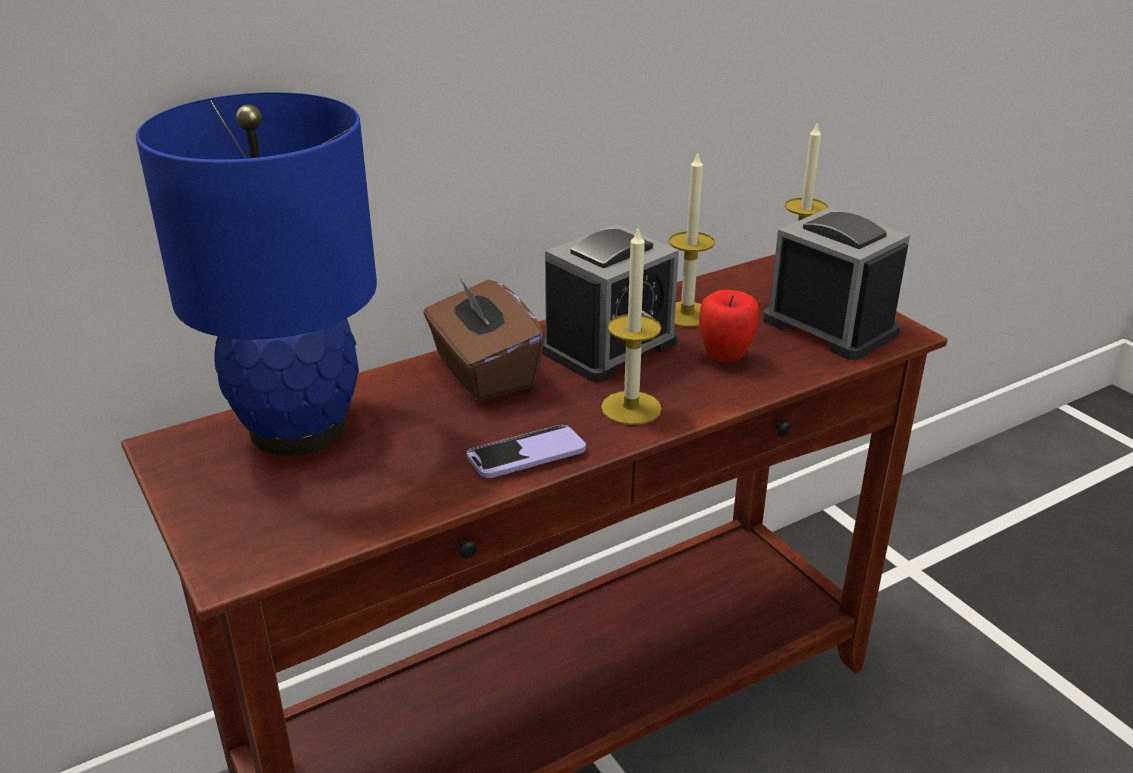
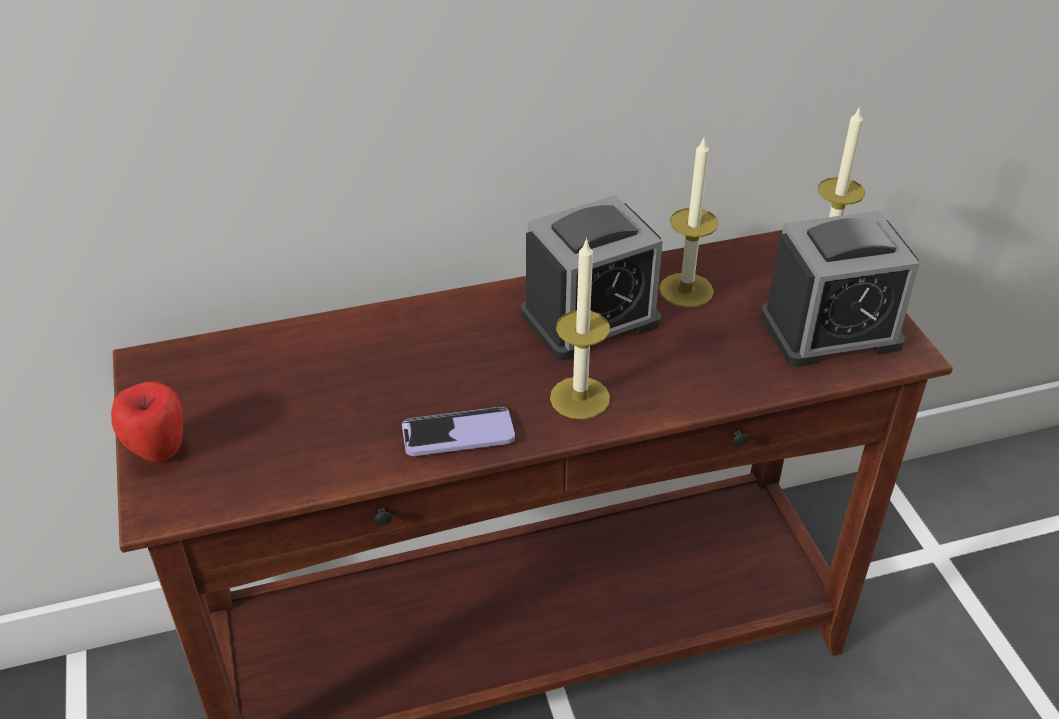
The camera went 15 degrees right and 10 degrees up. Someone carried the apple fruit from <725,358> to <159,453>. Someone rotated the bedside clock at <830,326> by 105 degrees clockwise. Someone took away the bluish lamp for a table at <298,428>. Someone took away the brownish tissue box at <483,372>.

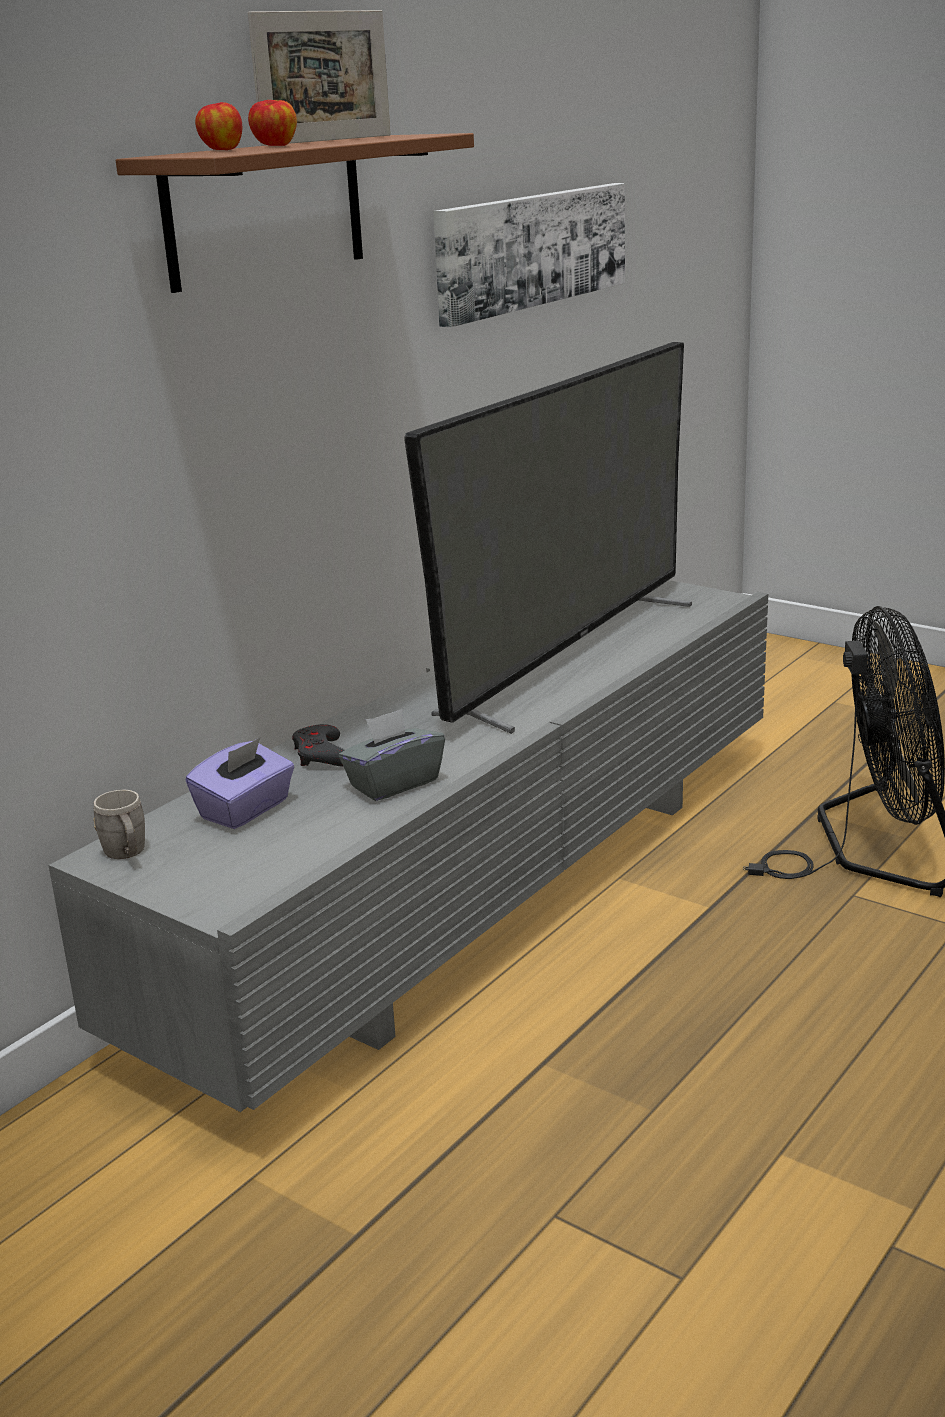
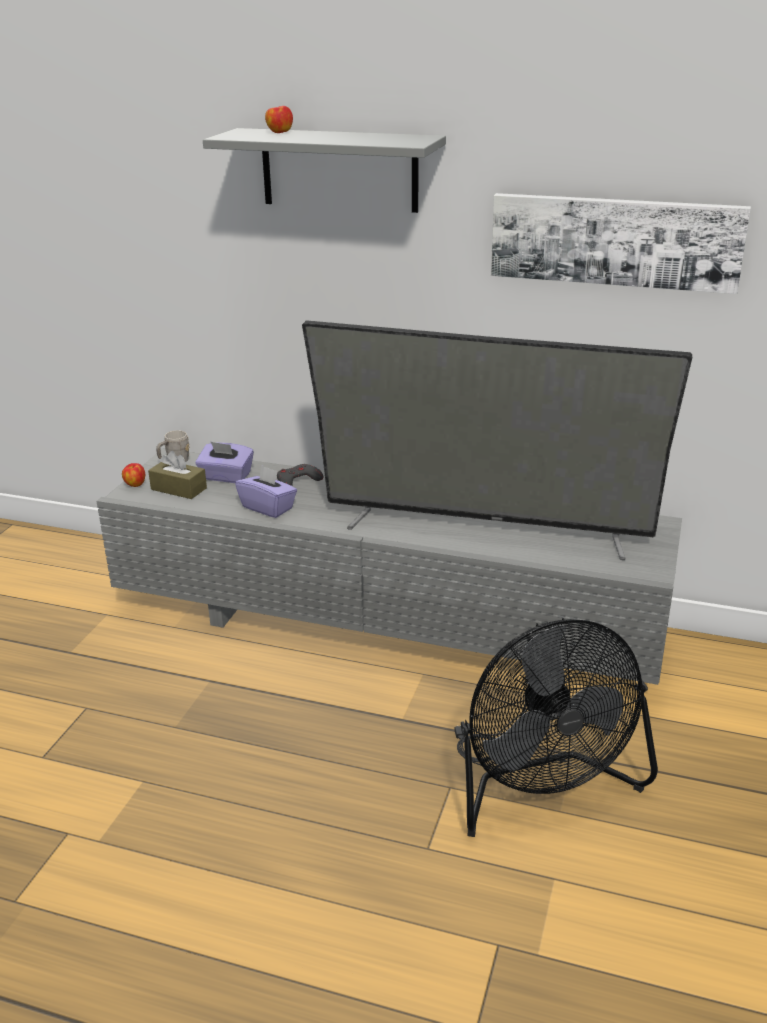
The camera went 70 degrees right and 5 degrees up. Someone carried the apple fruit from <275,146> to <135,484>. Someone put down the brownish tissue box at <178,489>. Someone repainted the brownish bracket shelf at <265,211>, which became the greyish bracket shelf at <339,170>. Someone repainted the greyish tissue box at <394,783>, which became the purple-coloured tissue box at <268,507>. Someone took away the picture frame at <327,140>.

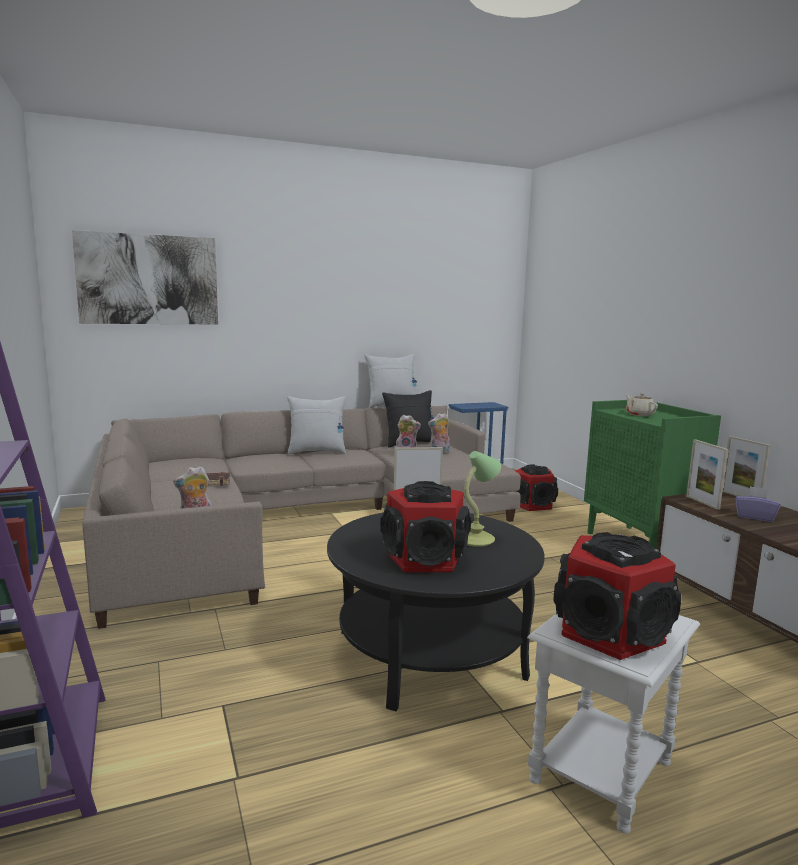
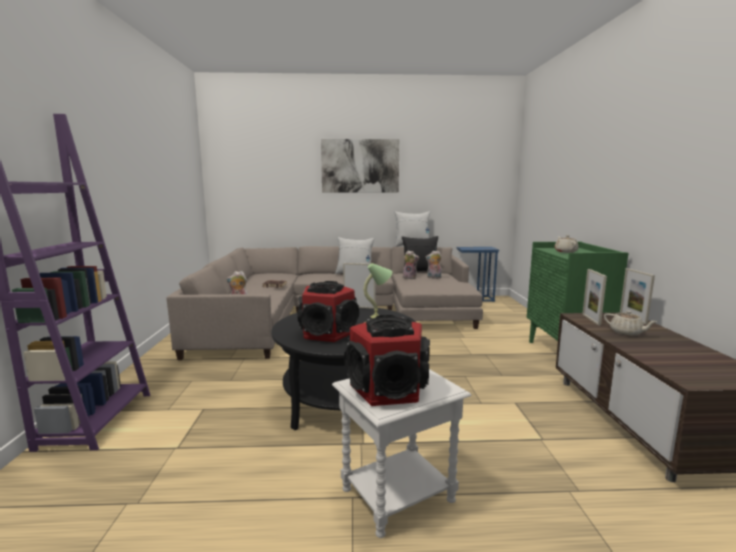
The camera went 20 degrees right and 0 degrees up. Someone carried the wall art from <148,279> to <360,166>. Someone swapped the purple-coloured tissue box at <754,517> for the beige-coloured tea pot at <626,333>. Someone took away the audio speaker at <532,505>.

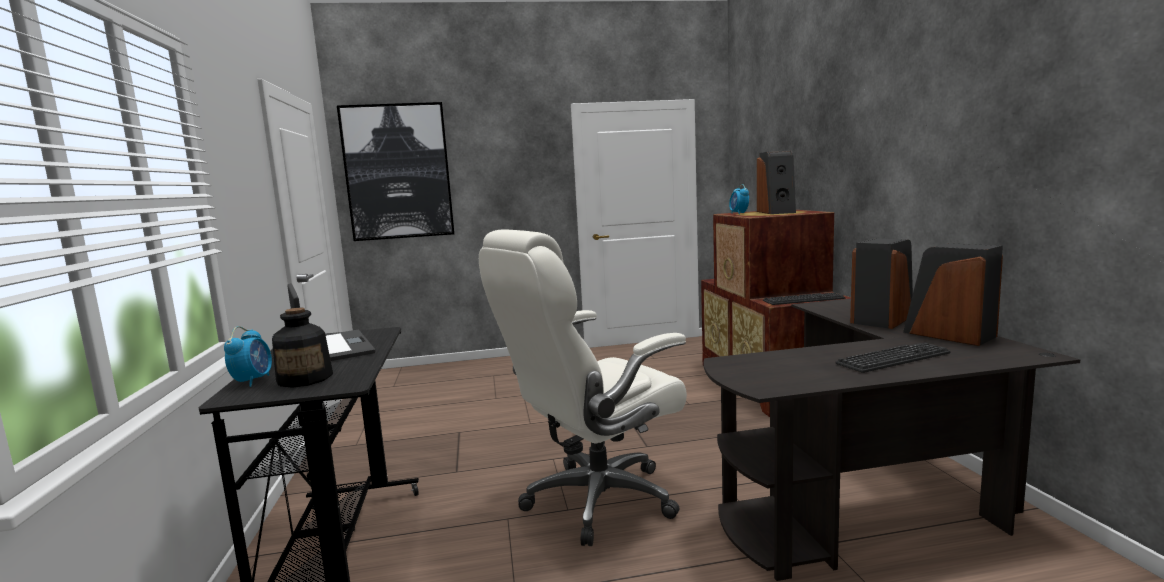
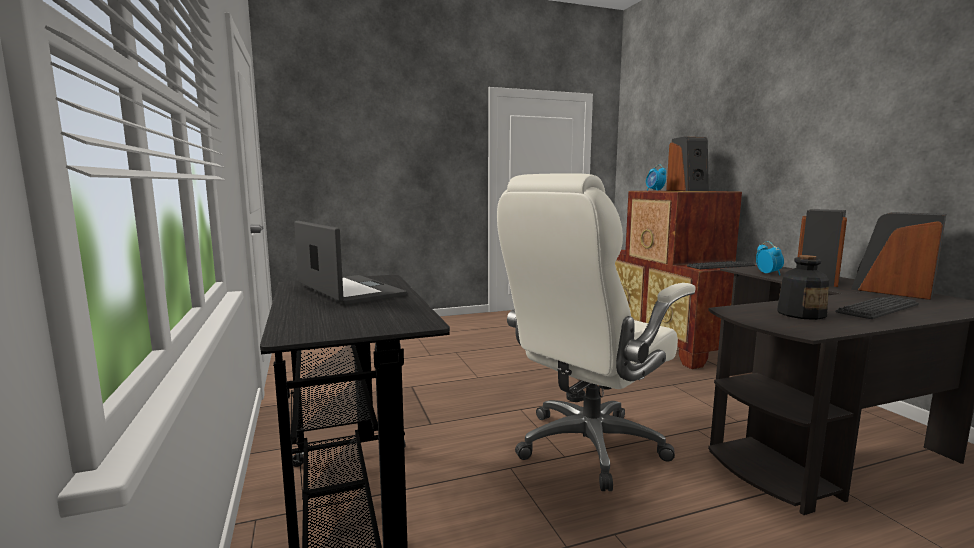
The camera went 10 degrees left and 0 degrees up. Someone carried the bedside clock from <253,381> to <768,273>. Someone carried the drink bottle from <305,379> to <800,314>. Someone took away the wall art at <398,172>.

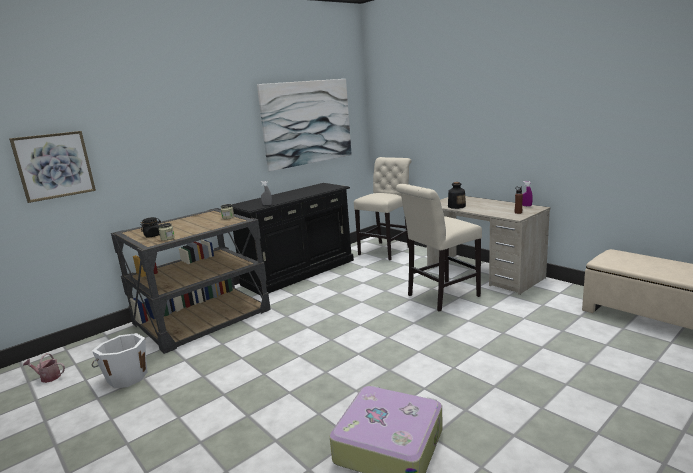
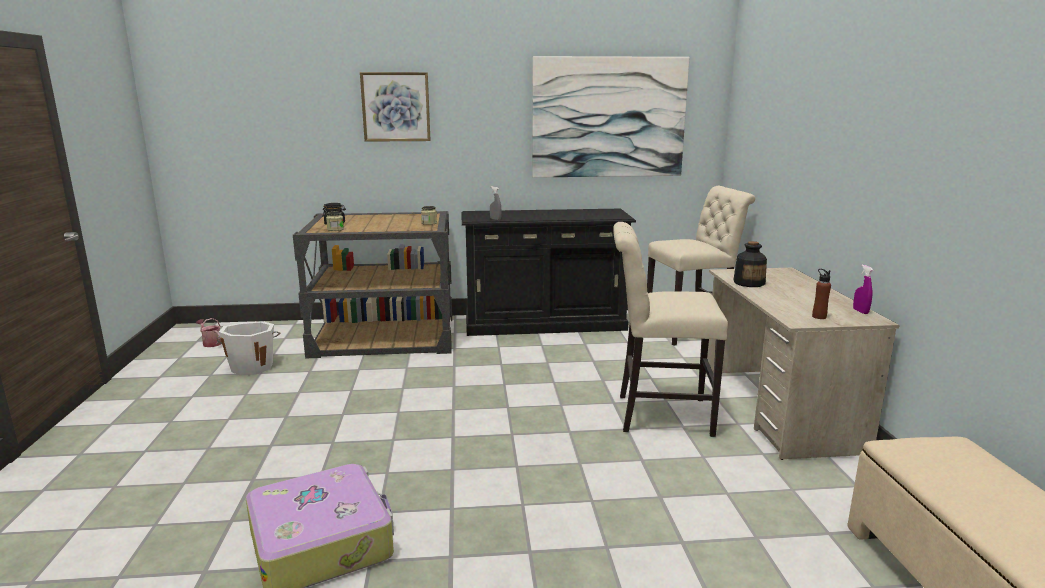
The camera went 35 degrees right and 0 degrees up. Someone carried the wall art from <54,165> to <396,107>.

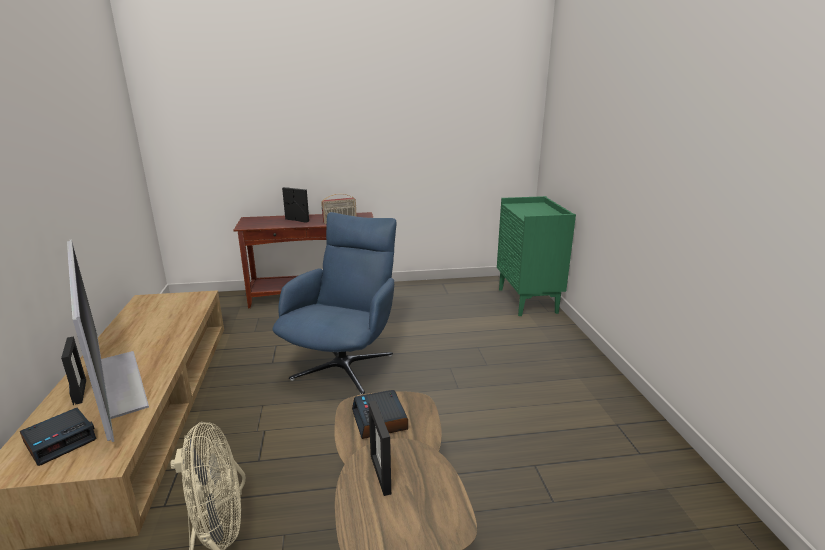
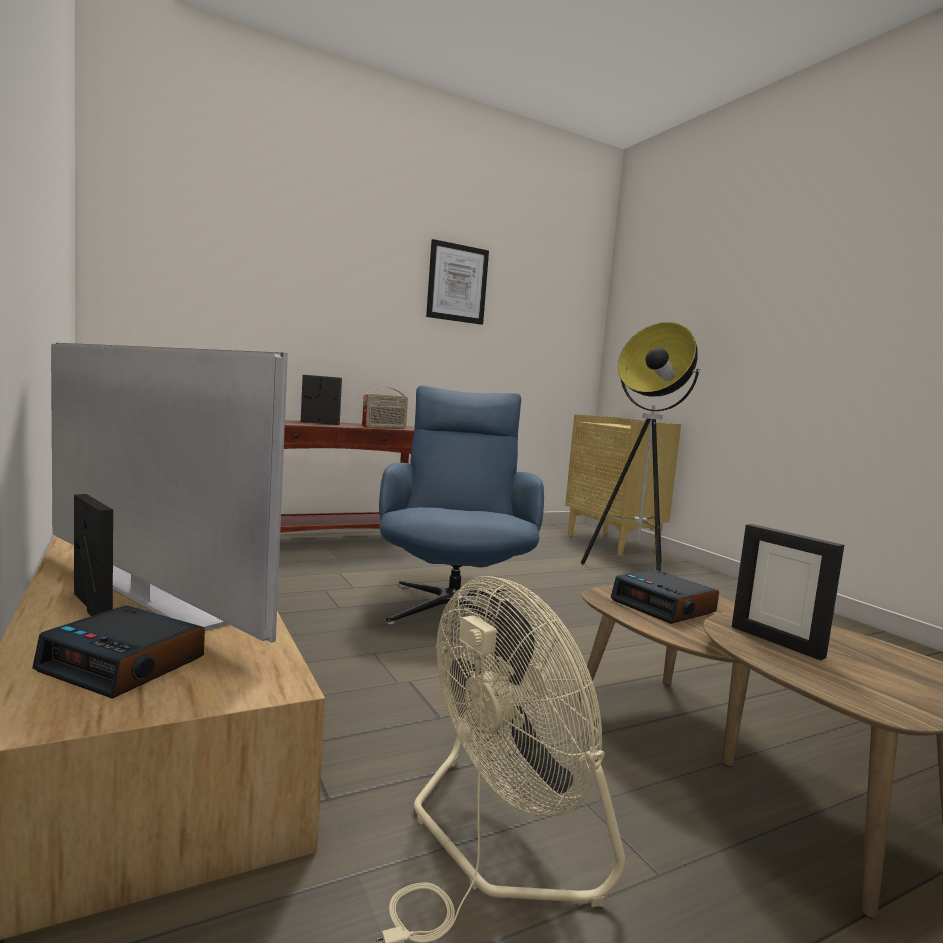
The camera went 20 degrees left and 15 degrees down. Someone rotated the bedside clock at <61,441> by 90 degrees clockwise. Someone put up the wall art at <457,283>. Someone repainted the green-coloured cabinet at <527,301>, which became the beige-coloured cabinet at <612,544>. Someone put down the standing lamp at <635,570>.

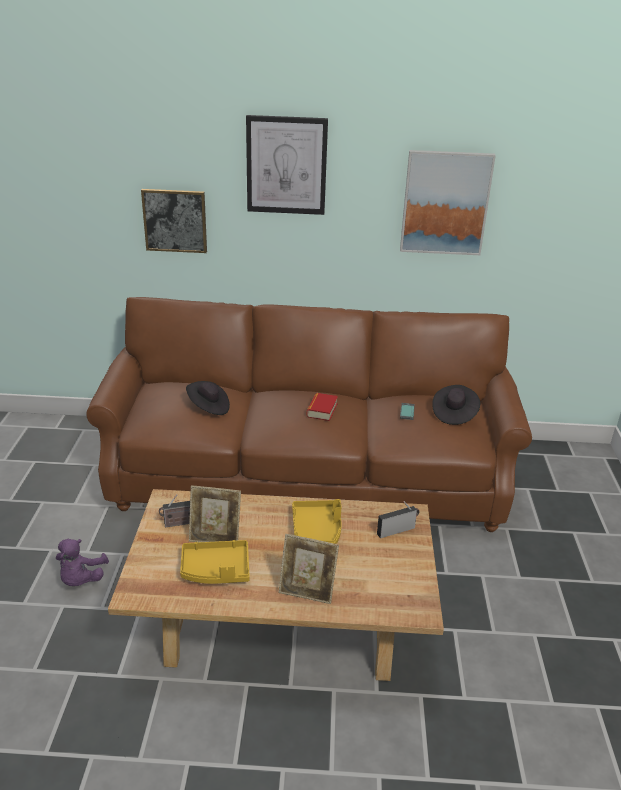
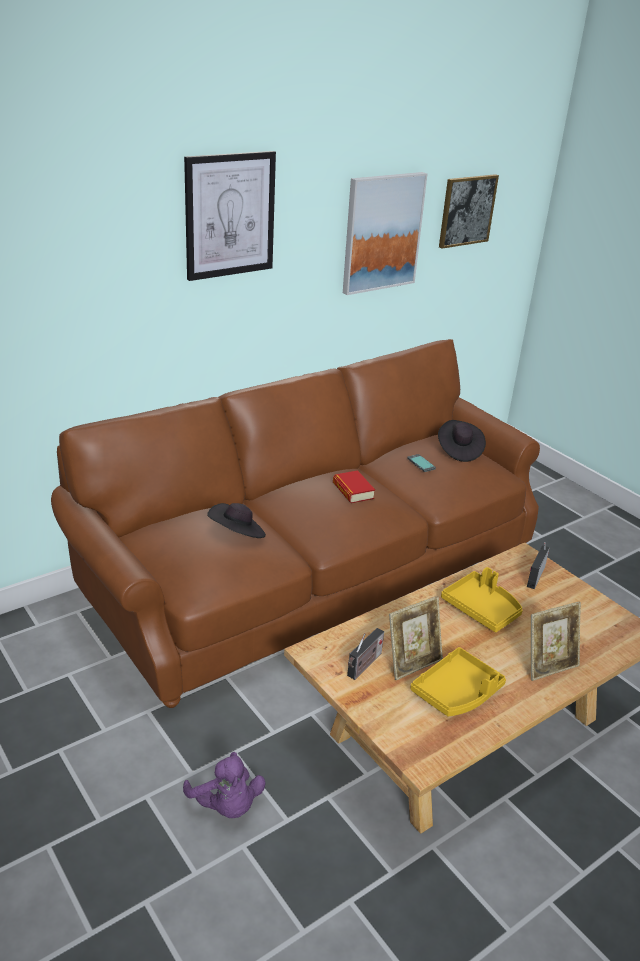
The camera went 40 degrees left and 0 degrees up. Someone carried the wall art from <175,220> to <467,210>.

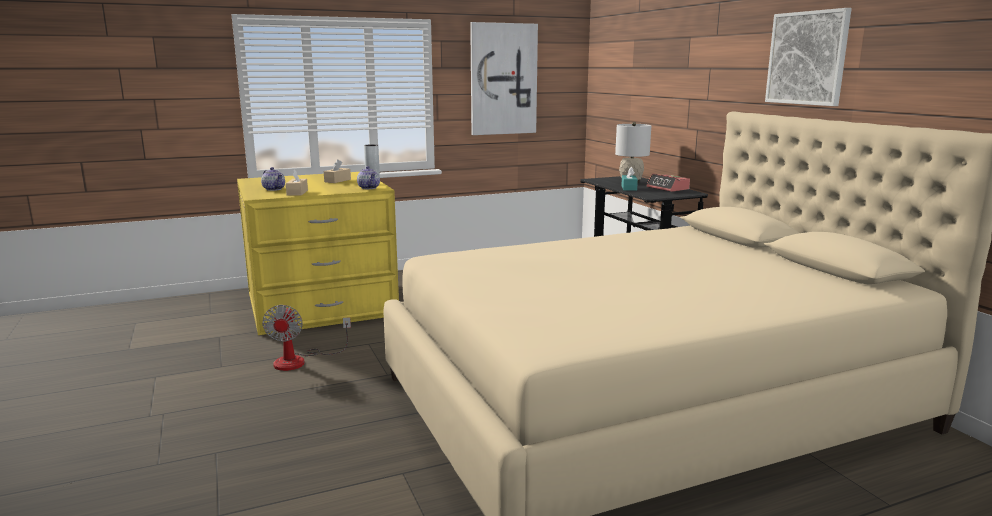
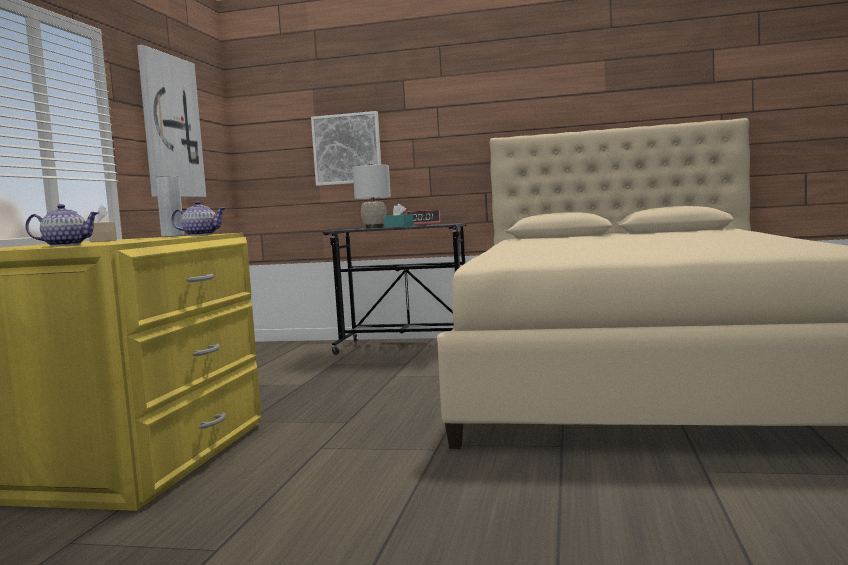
The camera went 55 degrees left and 10 degrees down. Someone carried the wall art from <807,58> to <347,149>. Someone took away the electric fan at <300,360>. Someone took away the beige-coloured tissue box at <297,193>.

